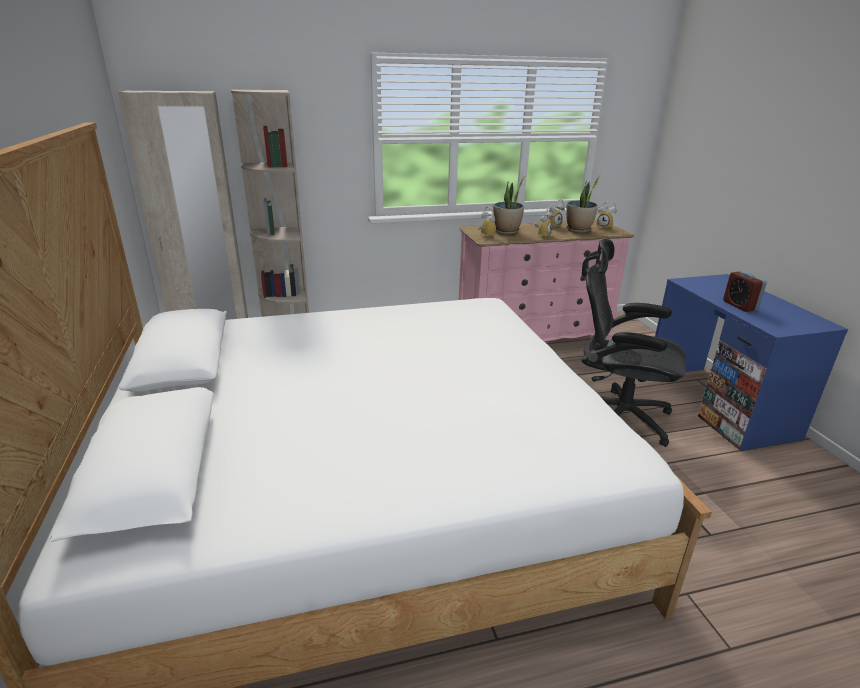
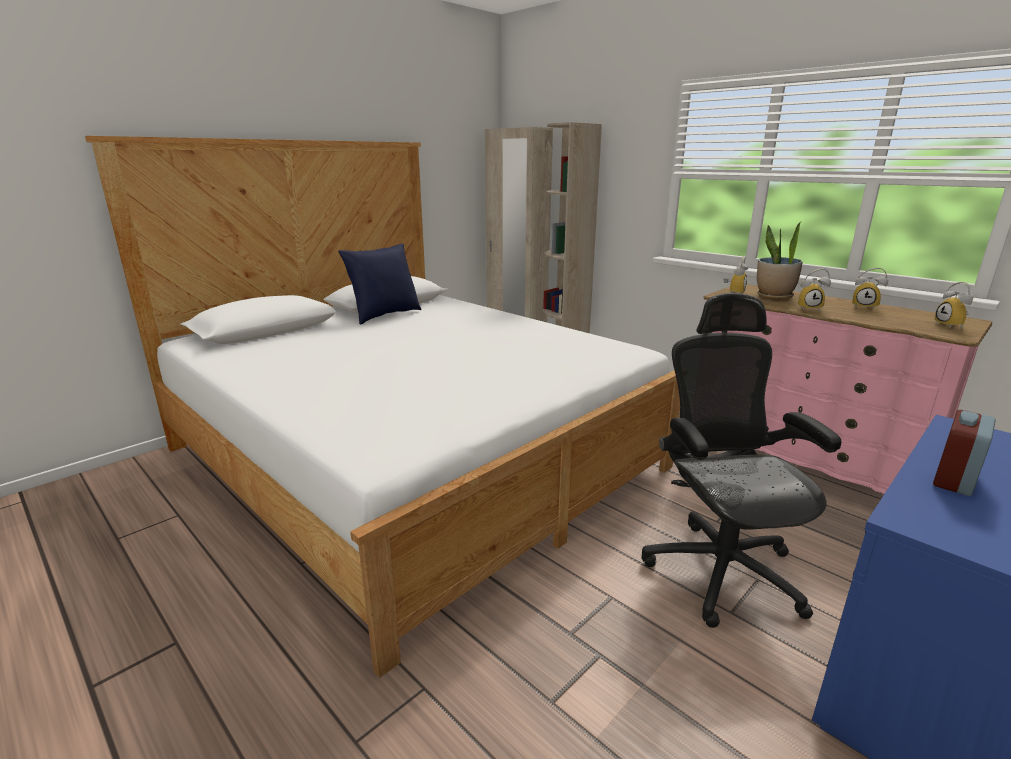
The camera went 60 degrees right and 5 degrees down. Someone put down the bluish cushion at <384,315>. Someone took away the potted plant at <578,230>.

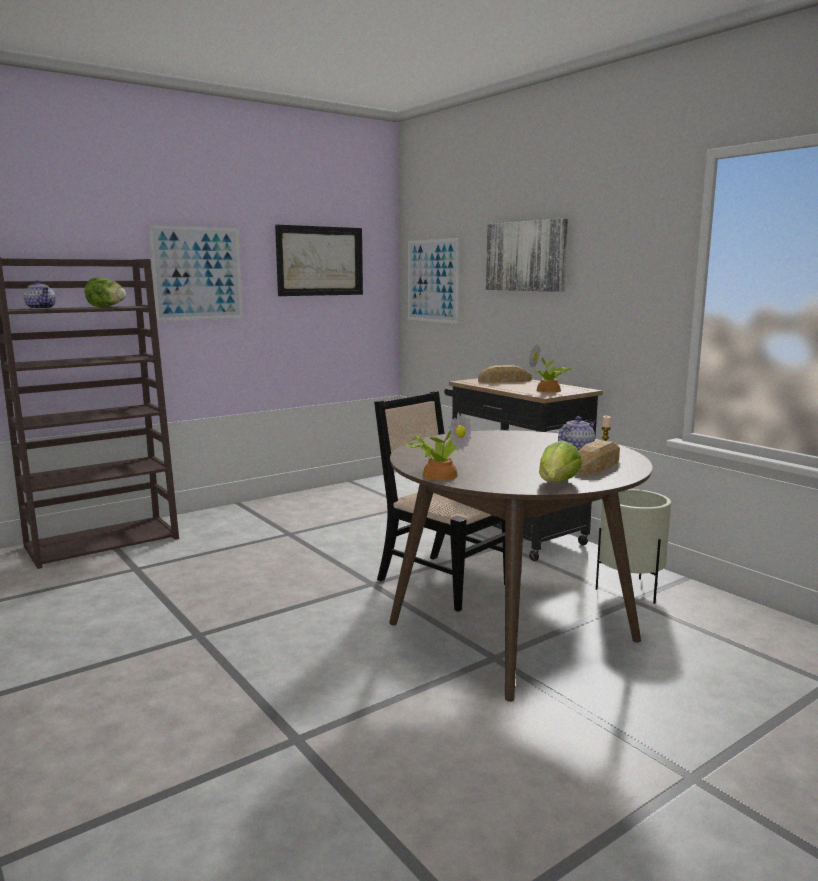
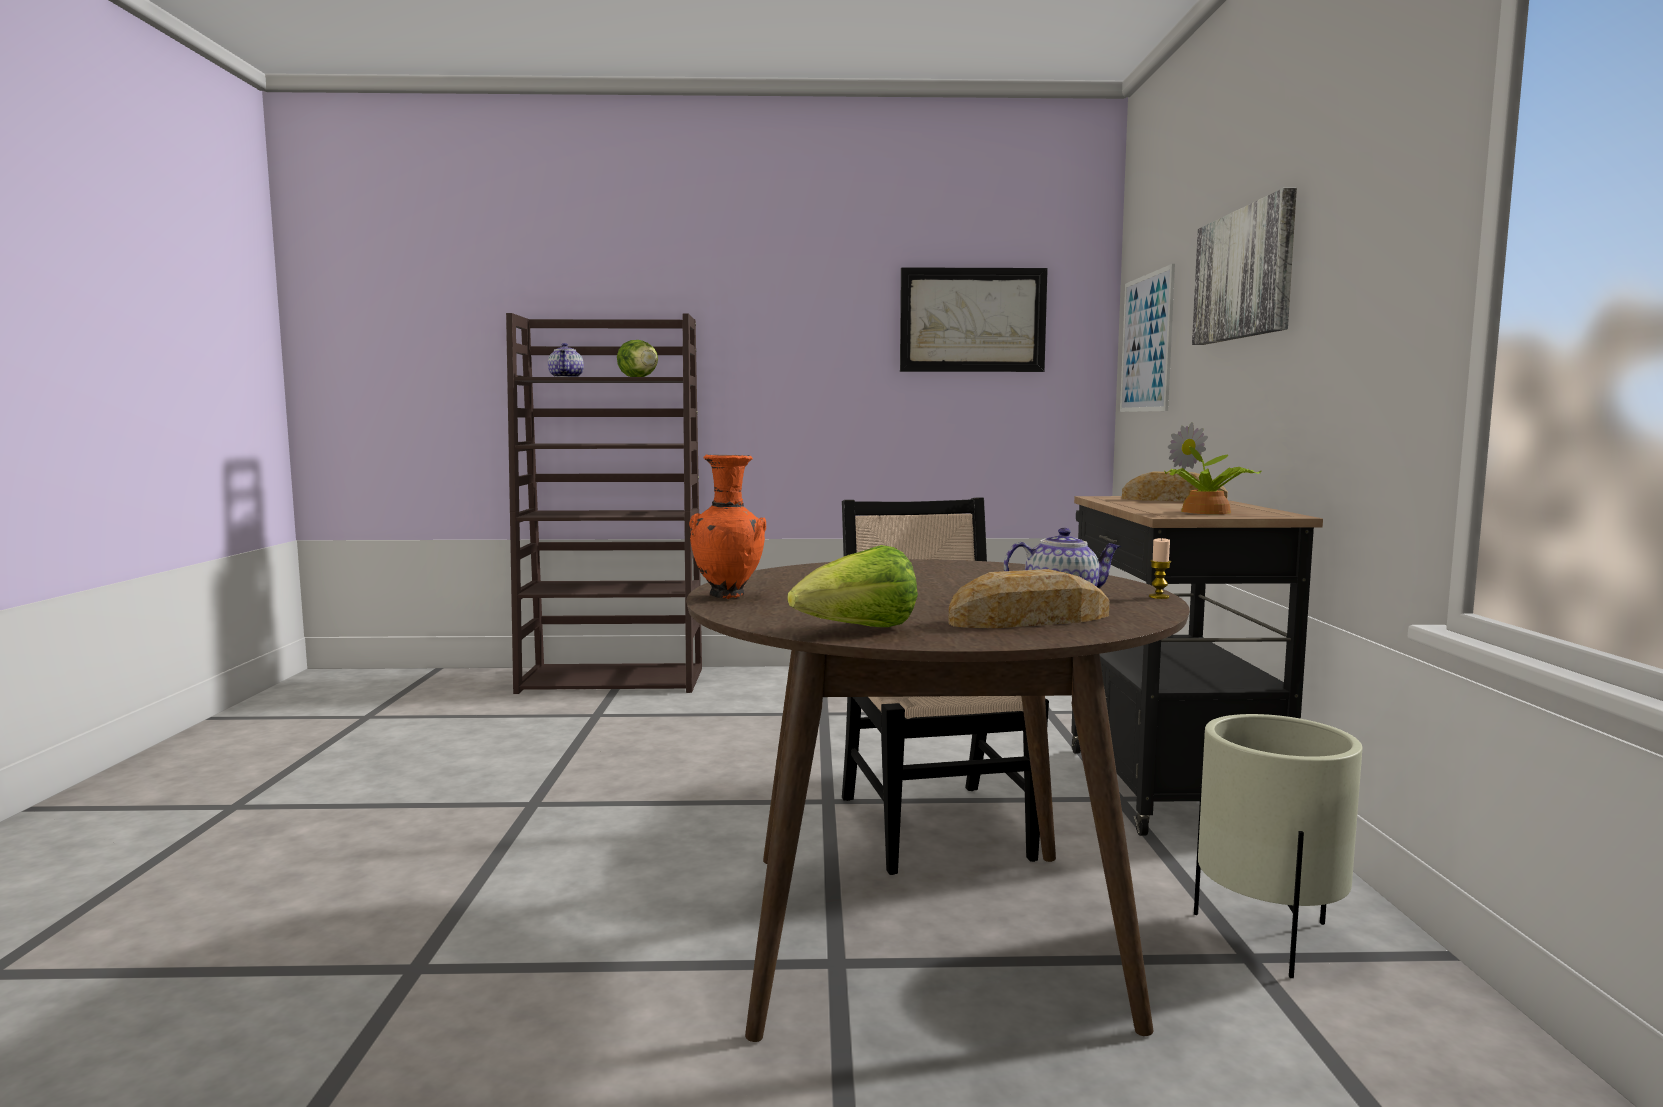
The camera went 35 degrees right and 5 degrees down. Someone swapped the potted plant at <439,474> for the orangey decorative vase at <729,596>. Someone took away the wall art at <197,273>.

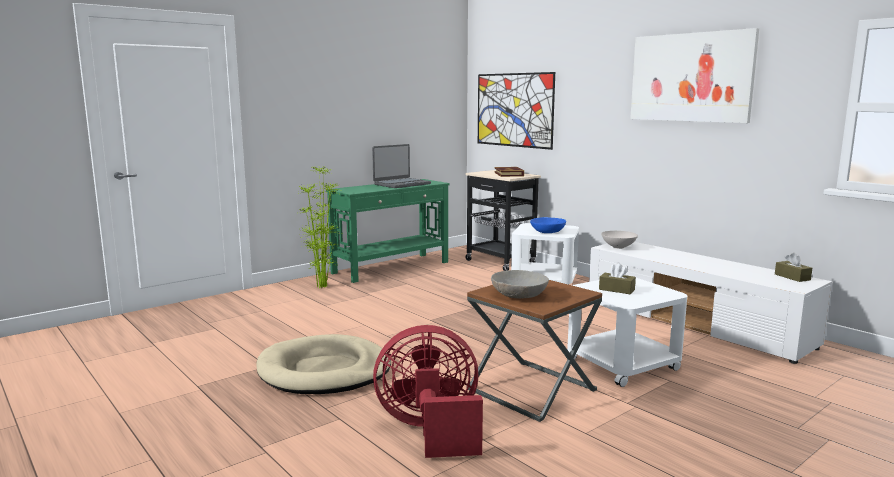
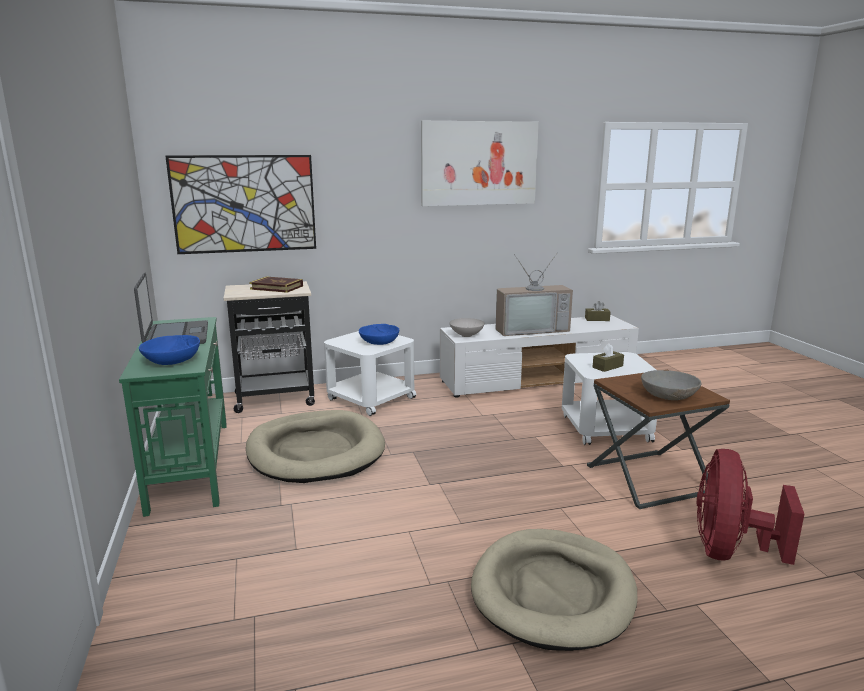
The camera went 65 degrees left and 5 degrees up. Someone put down the bluish serving bowl at <172,360>. Someone put down the beige-coloured pet bed at <315,451>. Someone put down the TV at <531,329>. Someone took away the potted plant at <323,287>.

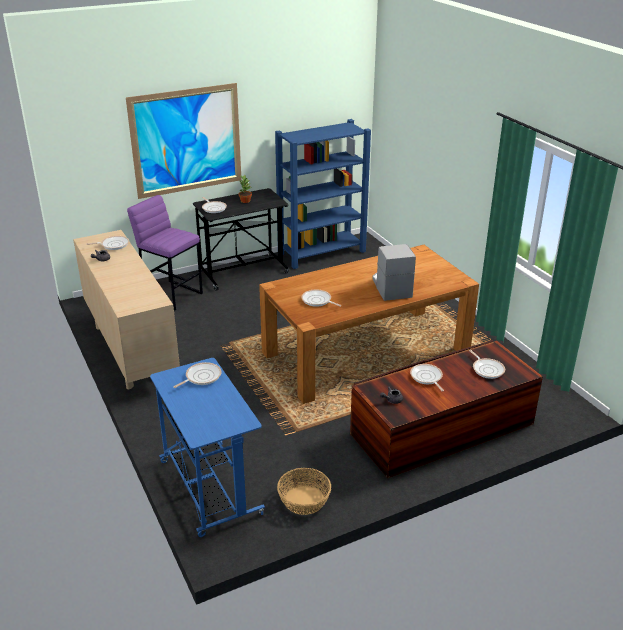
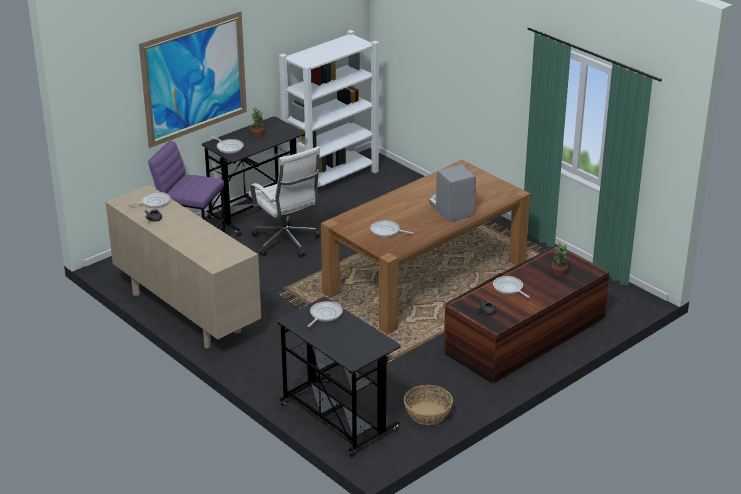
The camera went 15 degrees left and 0 degrees up. Someone put down the whitish computer chair at <287,243>. Someone repainted the bluish desk table at <210,487>, which became the blackish desk table at <338,418>. Someone repainted the bluish shelving unit at <322,252>, which became the whitish shelving unit at <331,179>. Someone swapped the frying pan at <487,369> for the potted plant at <559,273>.

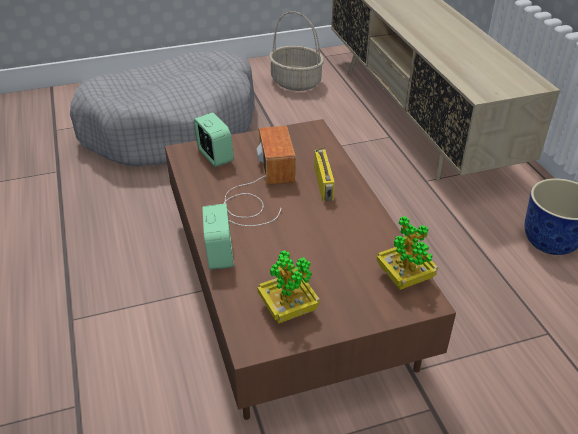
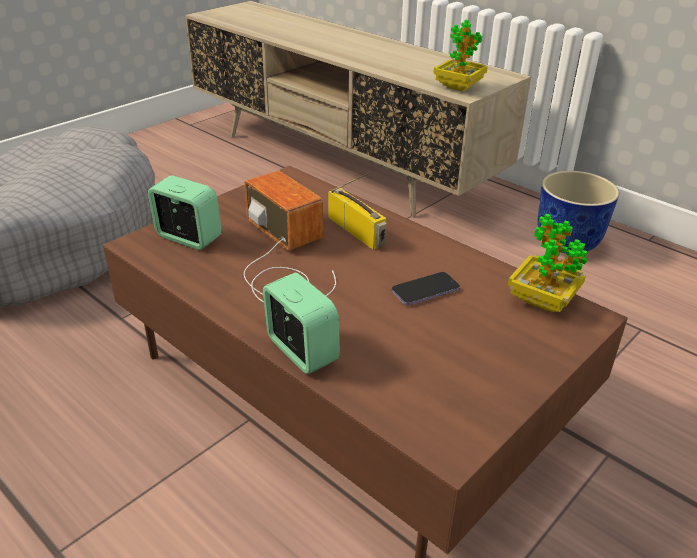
The camera went 30 degrees left and 5 degrees down. Someone put down the telephone at <425,291>. Someone carried the potted plant from <288,309> to <458,87>. Someone took away the household basket at <295,82>.

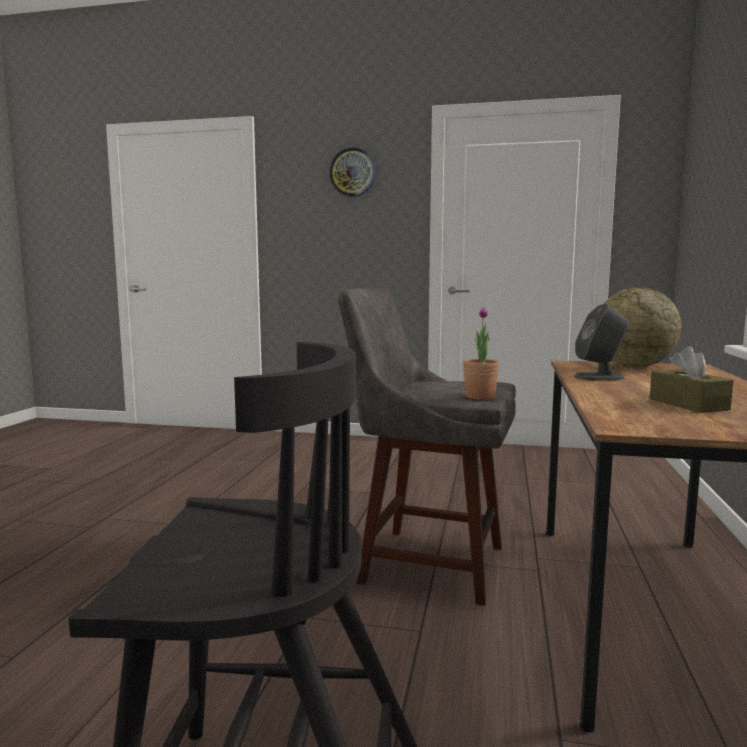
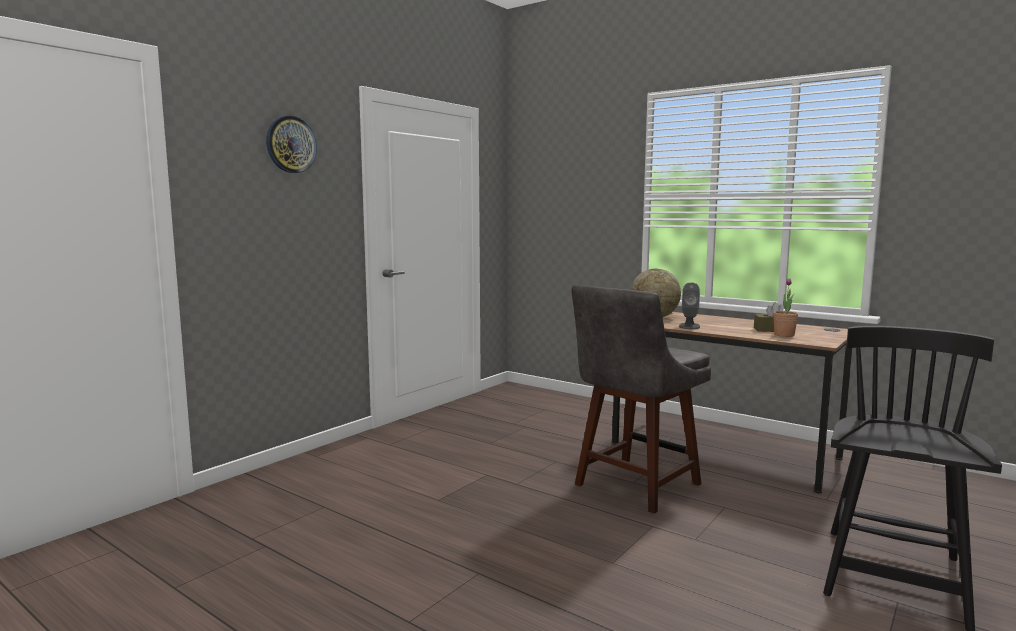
The camera went 65 degrees left and 0 degrees up. Someone carried the potted plant from <480,396> to <784,335>.

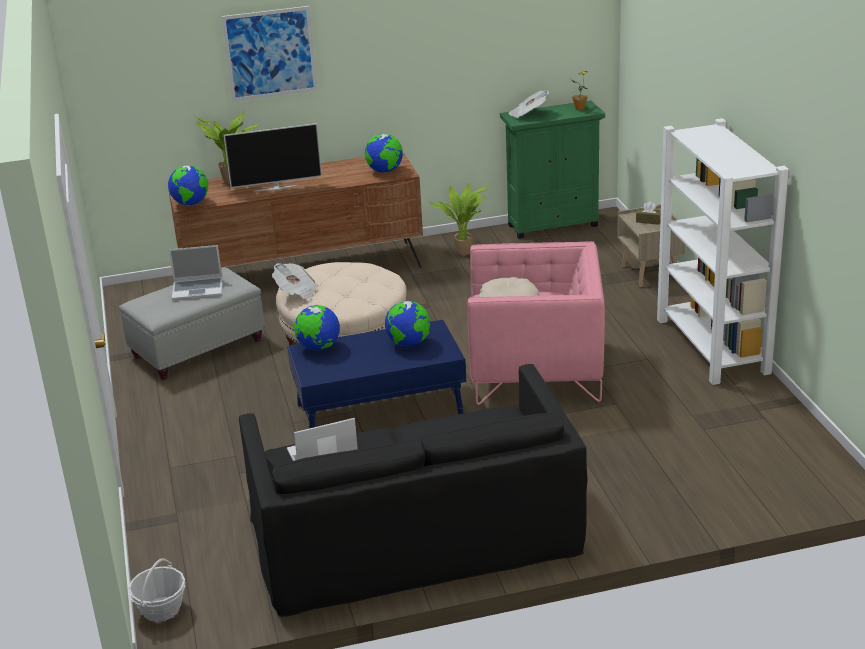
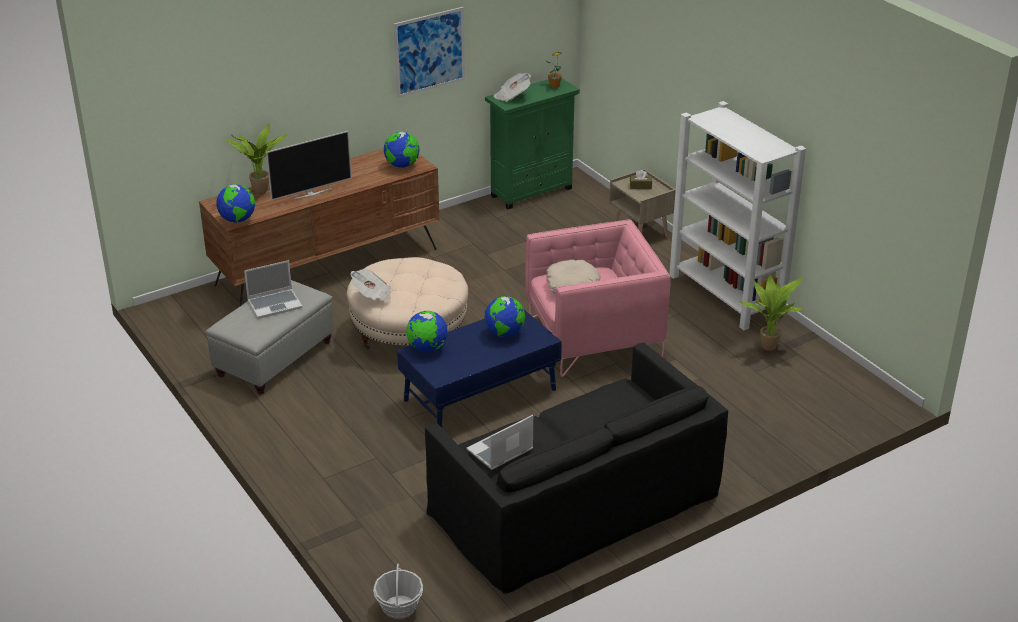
The camera went 20 degrees left and 5 degrees up. Someone carried the wall art from <270,53> to <429,52>. Someone carried the potted plant from <464,252> to <768,346>.

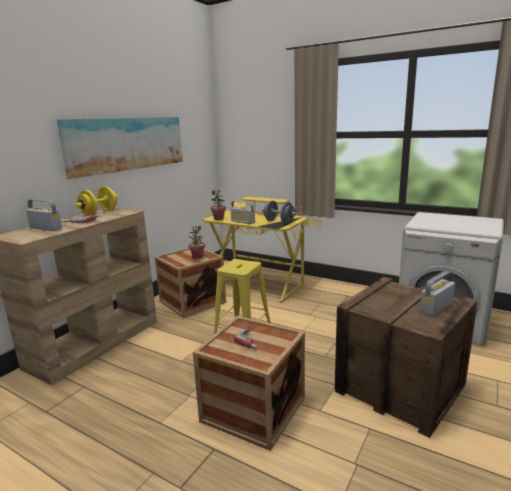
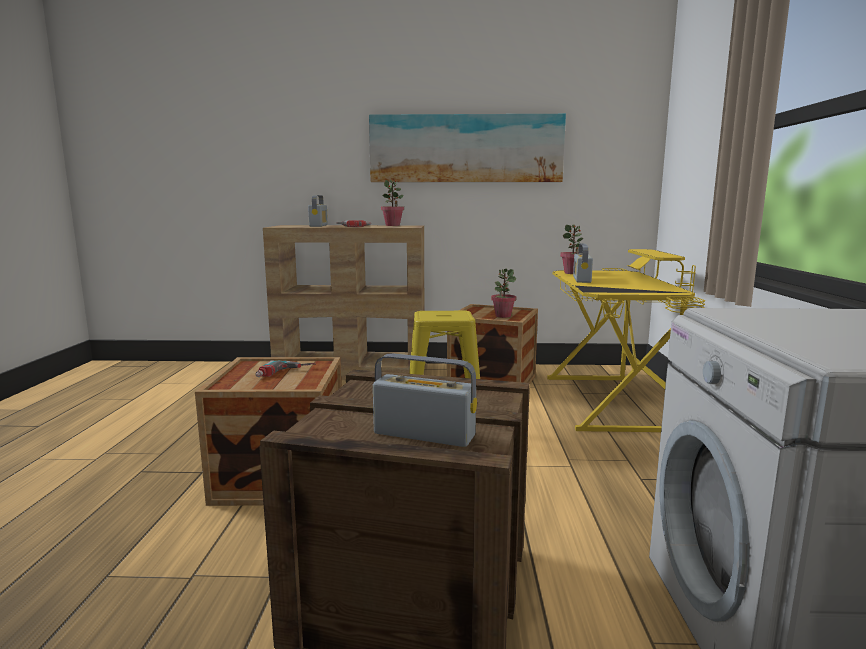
The camera went 60 degrees right and 5 degrees down. Someone swapped the yellowish hand weight at <99,213> for the potted plant at <393,225>. Someone took away the greyish hand weight at <279,222>.

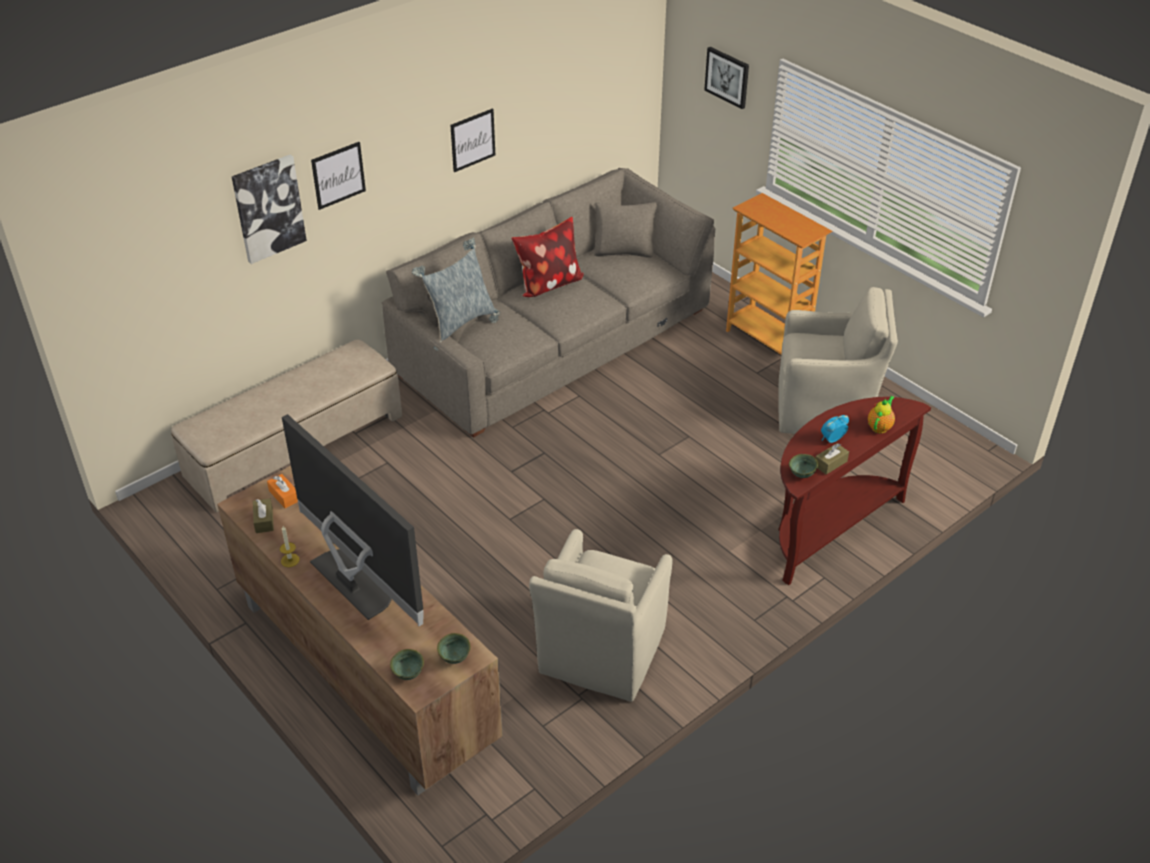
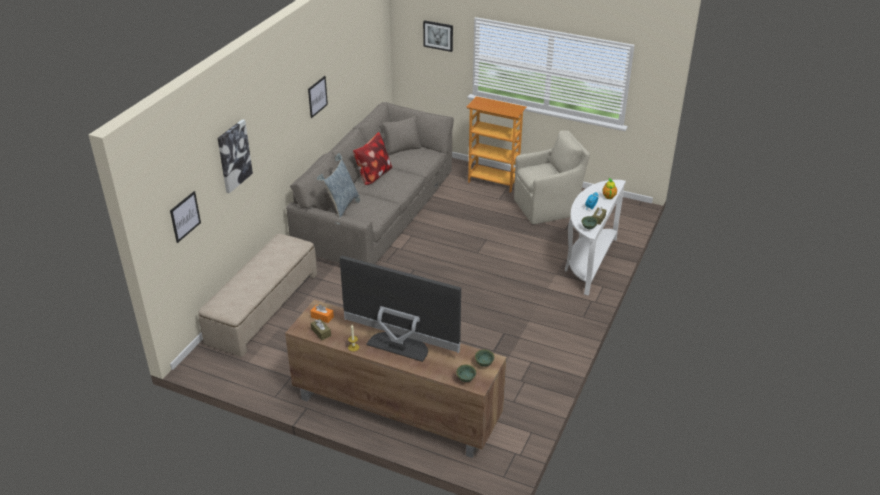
The camera went 25 degrees left and 5 degrees down. Someone carried the wall art from <338,175> to <185,216>. Someone repainted the brownish hall table at <828,527>, which became the whitish hall table at <588,262>. Someone took away the beige-coloured easy chair at <600,654>.

